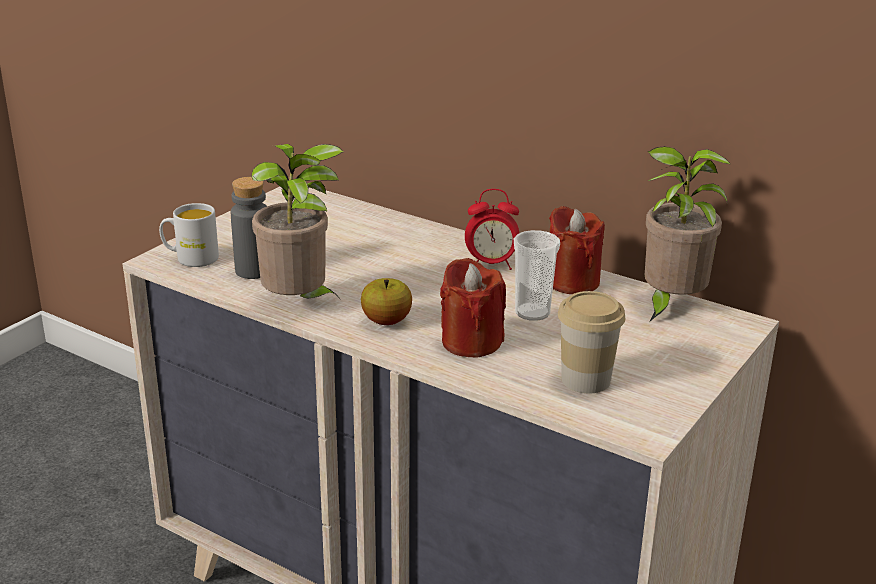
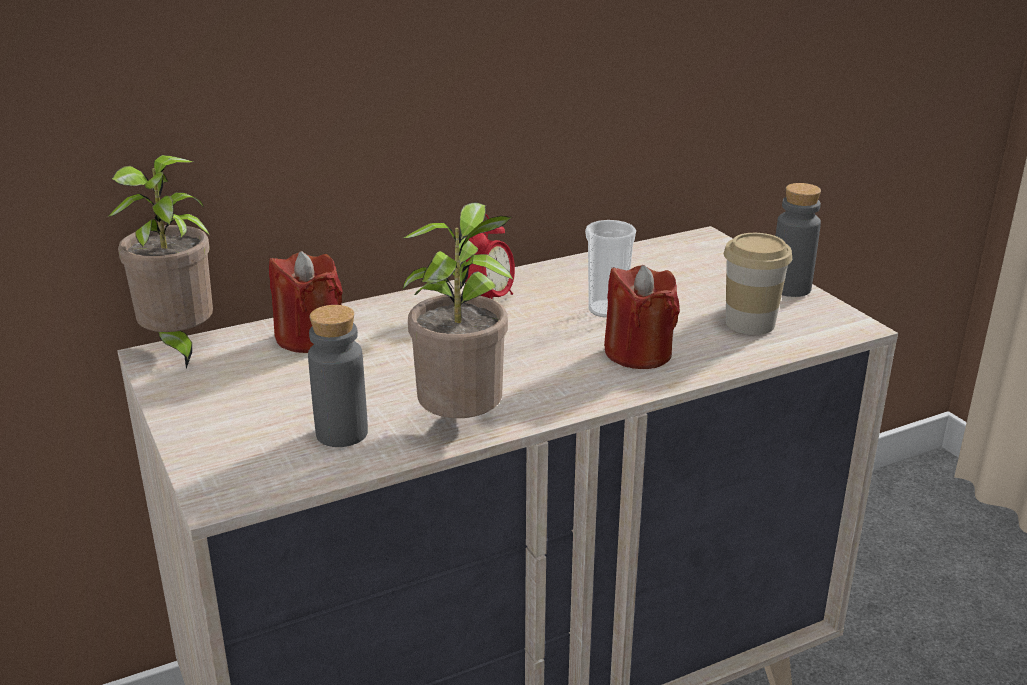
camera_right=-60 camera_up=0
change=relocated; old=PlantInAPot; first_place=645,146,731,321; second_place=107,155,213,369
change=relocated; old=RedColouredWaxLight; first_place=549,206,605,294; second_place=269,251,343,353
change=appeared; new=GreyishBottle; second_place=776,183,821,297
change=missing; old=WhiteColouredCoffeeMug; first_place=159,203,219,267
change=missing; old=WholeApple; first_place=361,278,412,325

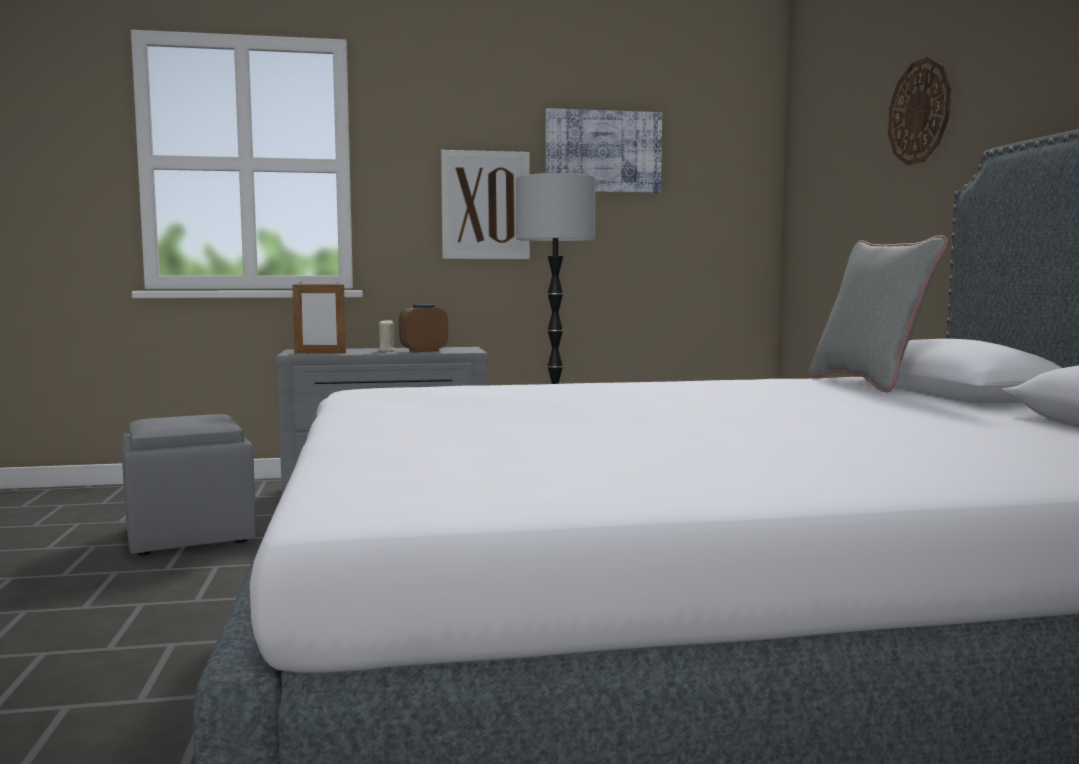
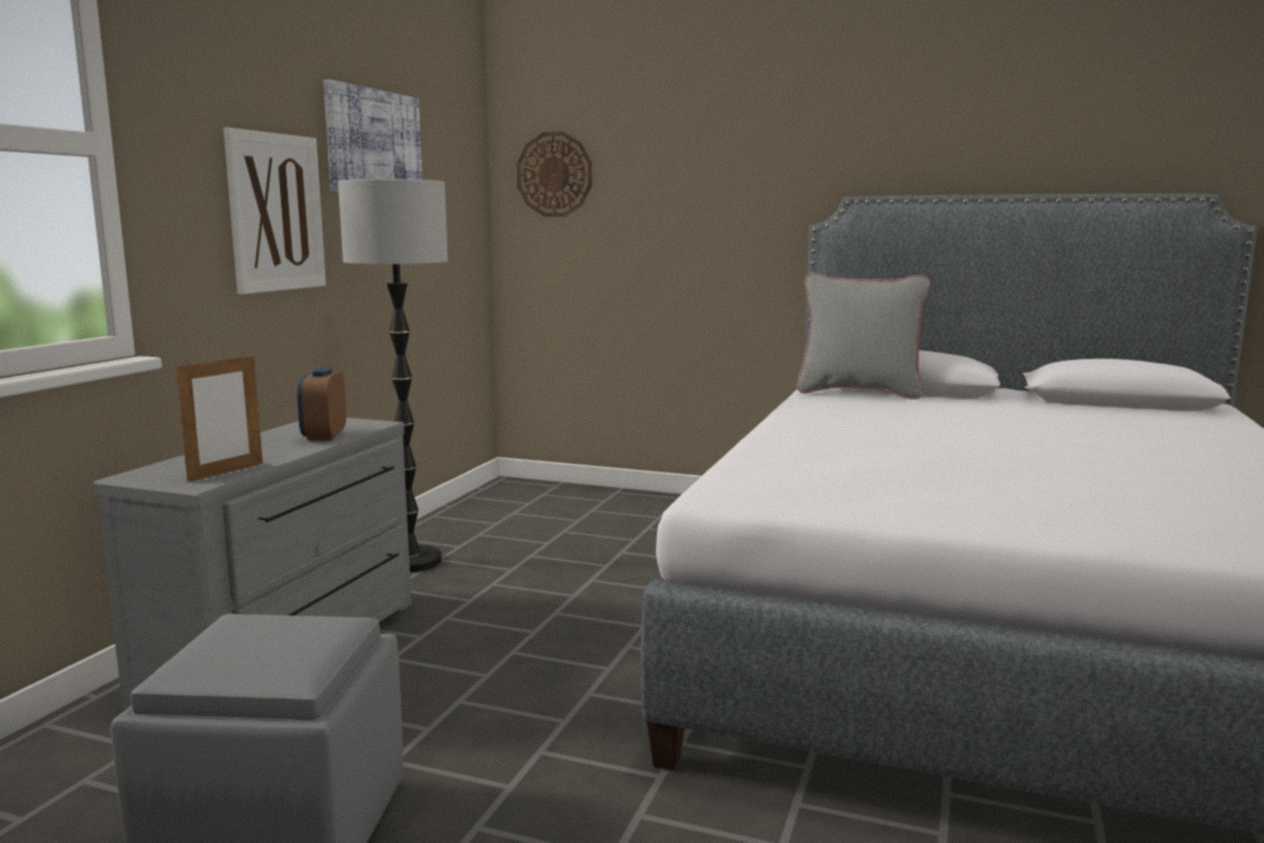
camera_right=-60 camera_up=5
change=relocated; old=ClockOnTheWall; first_place=888,57,951,165; second_place=516,132,592,217
change=missing; old=BeigeWaxLight; first_place=377,320,396,352

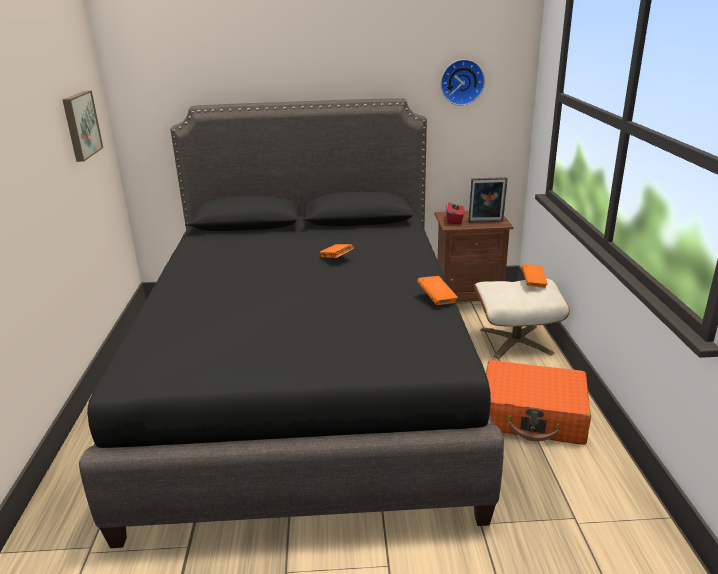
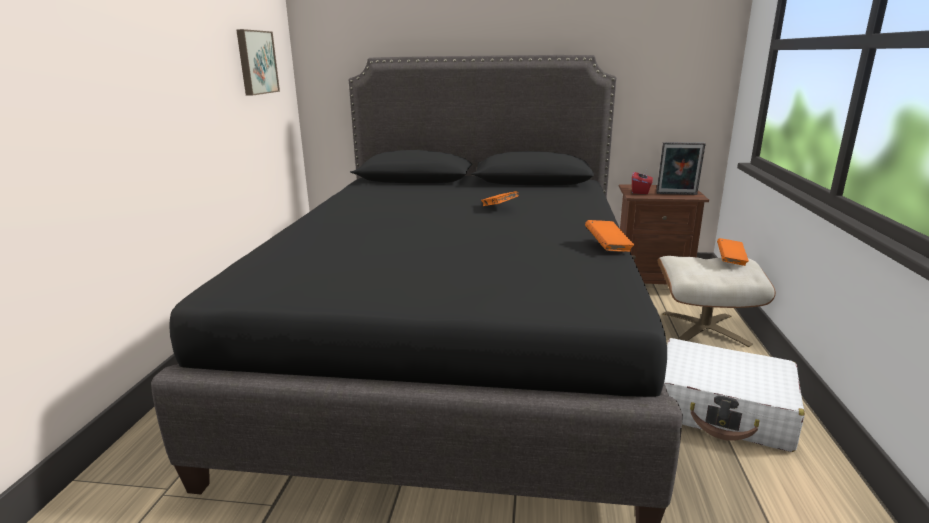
camera_right=10 camera_up=-5
change=colour; old=OrangeTravelCase; new=WhiteColouredTravelCase; first_place=486,360,591,445; second_place=664,338,805,452
change=missing; old=ClockOnTheWall; first_place=441,59,485,106

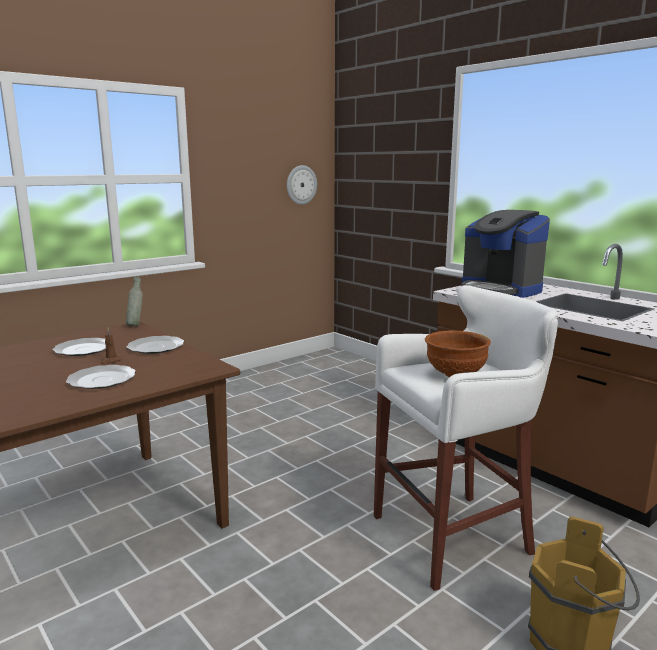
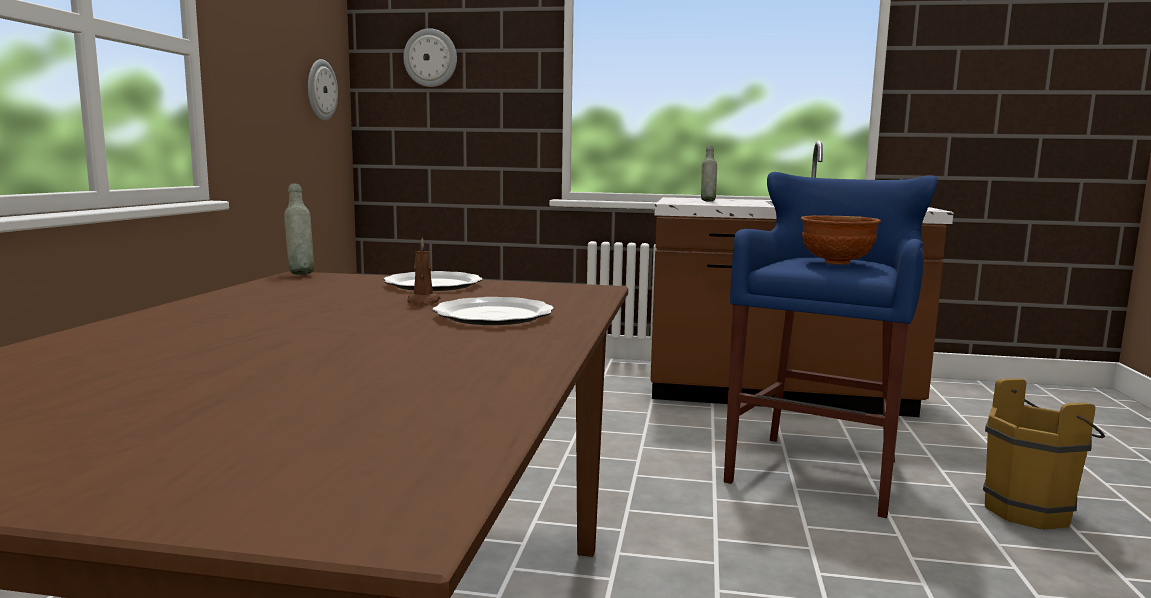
camera_right=-40 camera_up=-5
change=appeared; new=ClockOnTheWall; second_place=403,28,457,87
change=exchanged; old=CoffeeMachine; new=GreyishBottle; first_place=461,210,550,298; second_place=701,146,717,202
change=colour; old=WhiteColouredStoolSeat; new=BluishStoolSeat; first_place=374,285,558,591; second_place=724,172,937,518
change=missing; old=Plate; first_place=53,338,106,356

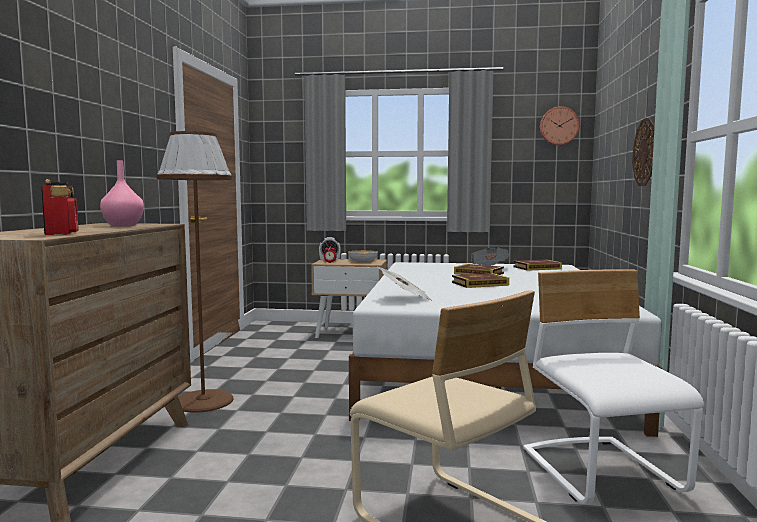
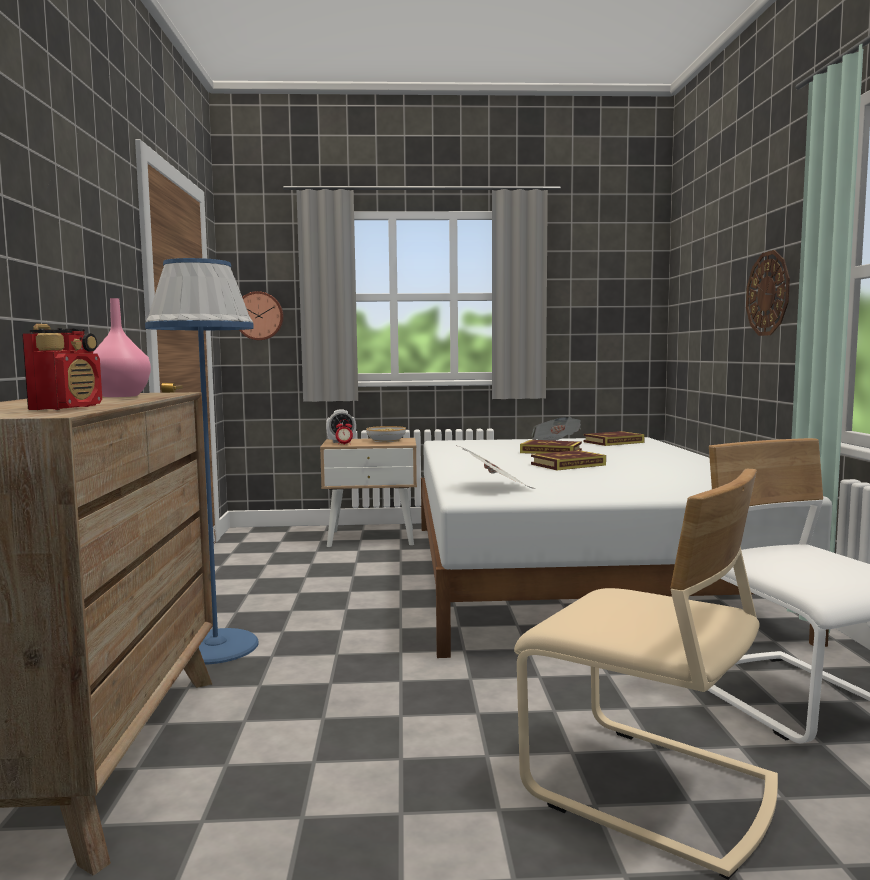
camera_right=-10 camera_up=0
change=spun; old=RadioSet; first_place=41,179,78,235; second_place=22,324,102,410; degrees=45
change=colour; old=BrownishStandingLamp; new=BluishStandingLamp; first_place=157,131,233,413; second_place=145,258,259,665
change=relocated; old=ClockOnTheWall; first_place=540,106,579,145; second_place=239,291,284,340

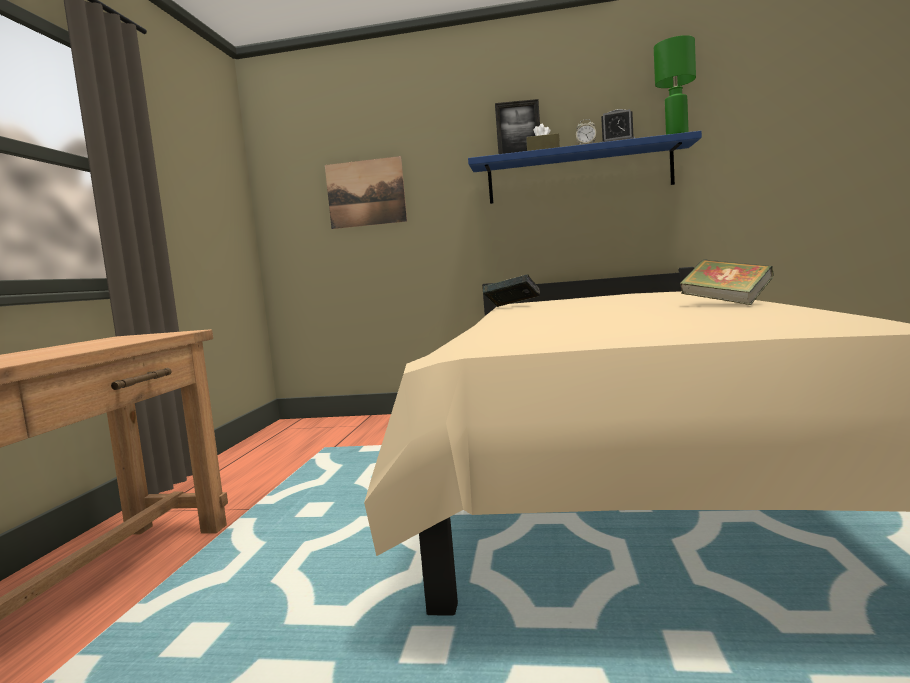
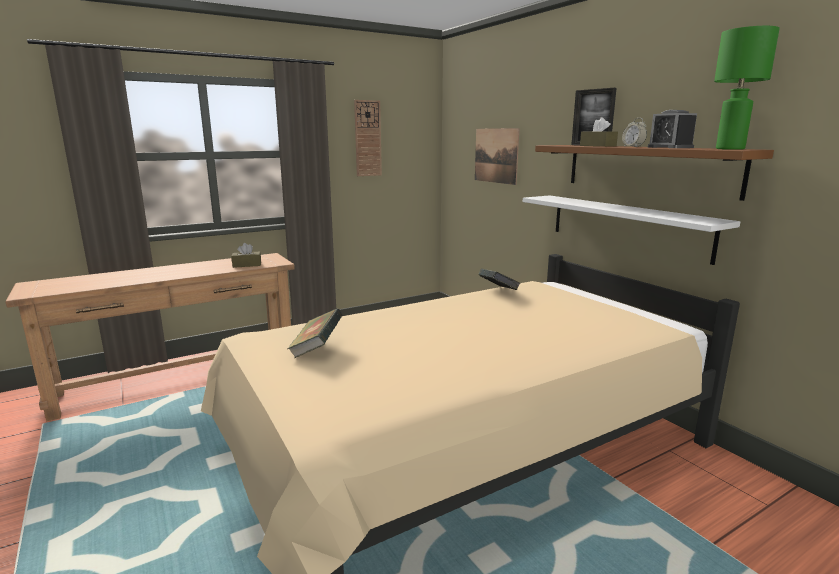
camera_right=50 camera_up=10
change=appeared; new=BrownishBoxOfTissues; second_place=231,243,261,268
change=relocated; old=BoundBook; first_place=680,259,774,305; second_place=287,308,343,358
change=appeared; new=ClockOnTheWall; second_place=354,100,382,176
change=appeared; new=WhiteColouredWallShelf; second_place=523,195,740,265
change=colour; old=BluishWallShelf; new=BrownishWallShelf; first_place=468,131,702,204; second_place=535,145,774,201

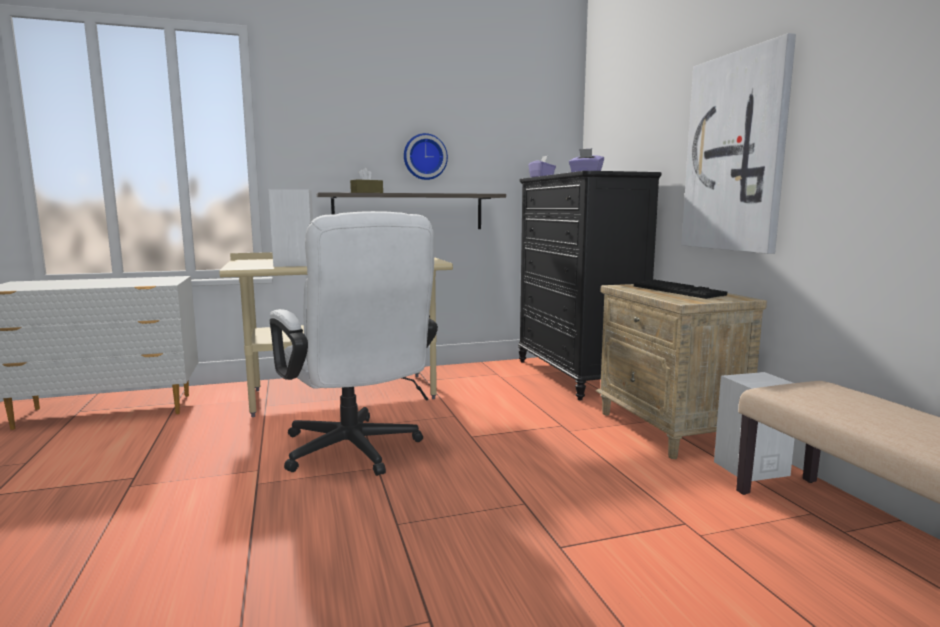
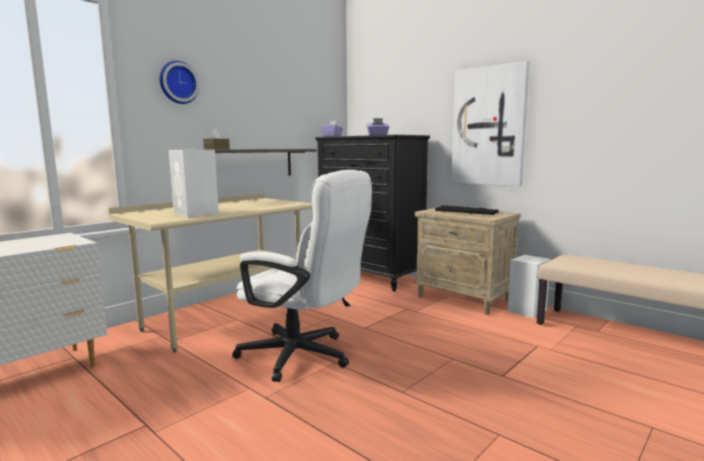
camera_right=-30 camera_up=0
change=relocated; old=ClockOnTheWall; first_place=404,133,448,180; second_place=159,61,199,104

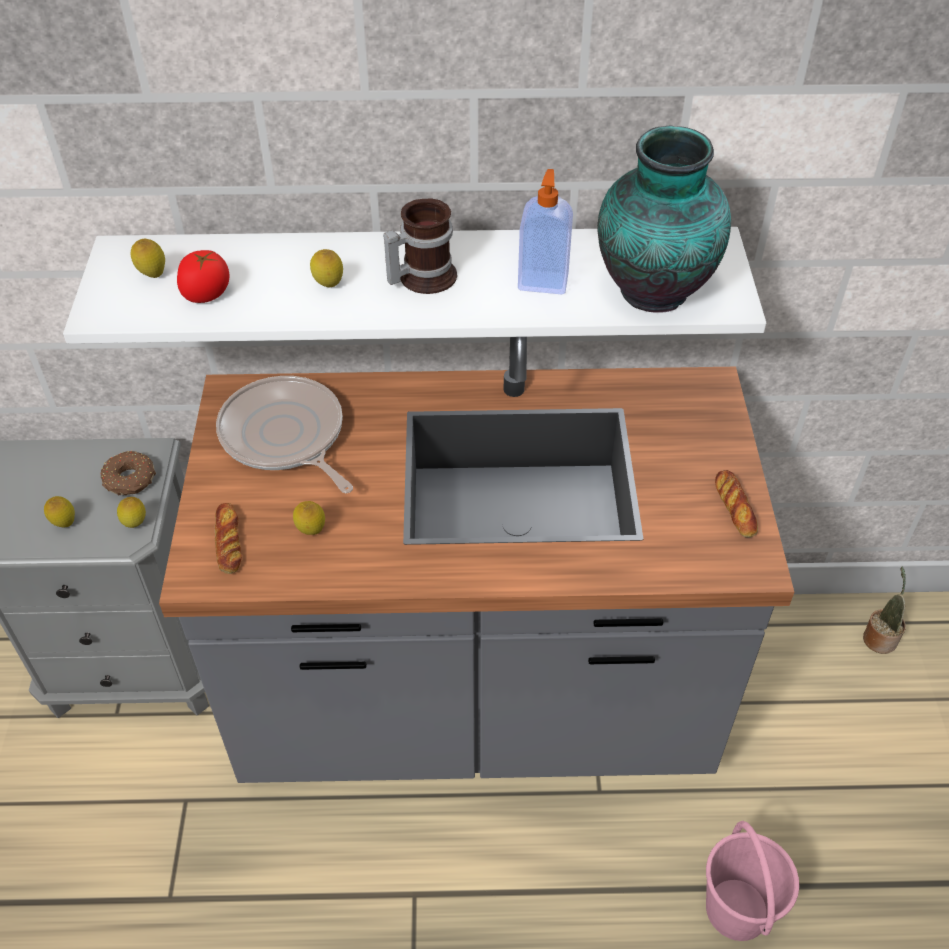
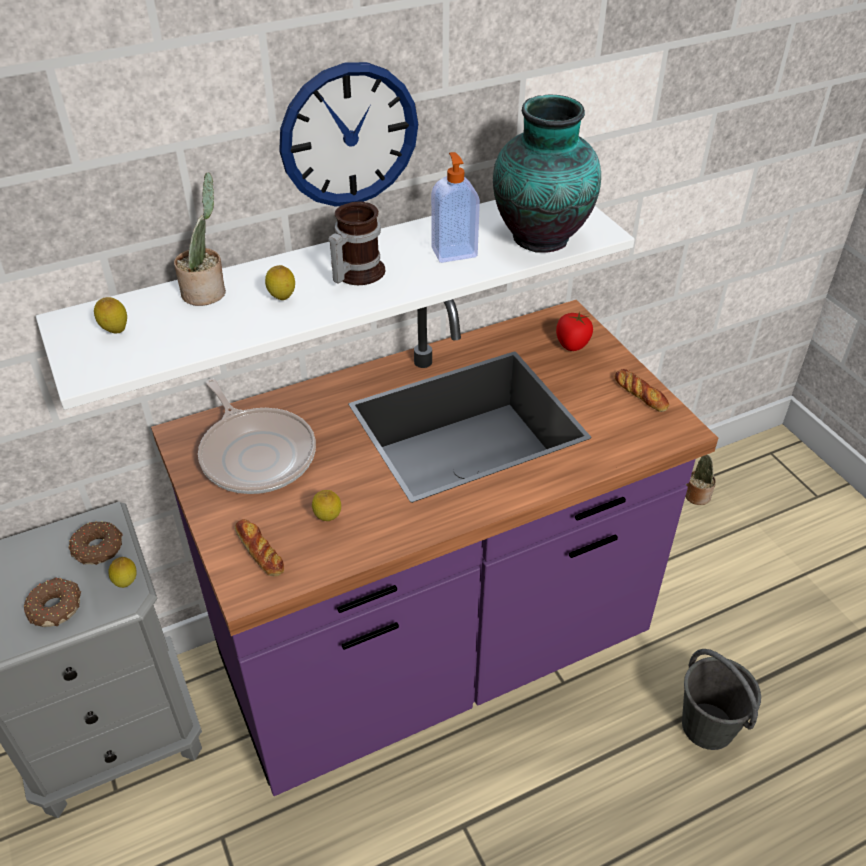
camera_right=-25 camera_up=-5
change=exchanged; old=Lemon; new=RingDoughnut; first_place=44,496,75,527; second_place=24,577,81,627
change=colour; old=GreyishKitchenBaseUnit; new=PurpleColouredKitchenBaseUnit; first_place=159,337,794,783; second_place=151,299,718,796
change=appeared; new=PlantInAPot; second_place=174,172,226,306
change=spun; old=Skillet; first_place=216,376,353,493; second_place=198,378,316,494; degrees=-150
change=appeared; new=ClockOnTheWall; second_place=279,62,418,207
change=relocated; old=WholeTomato; first_place=177,250,229,303; second_place=556,312,593,351
change=colour; old=PinkColouredWaterBucket; new=GreyishWaterBucket; first_place=706,821,799,941; second_place=682,649,761,750

